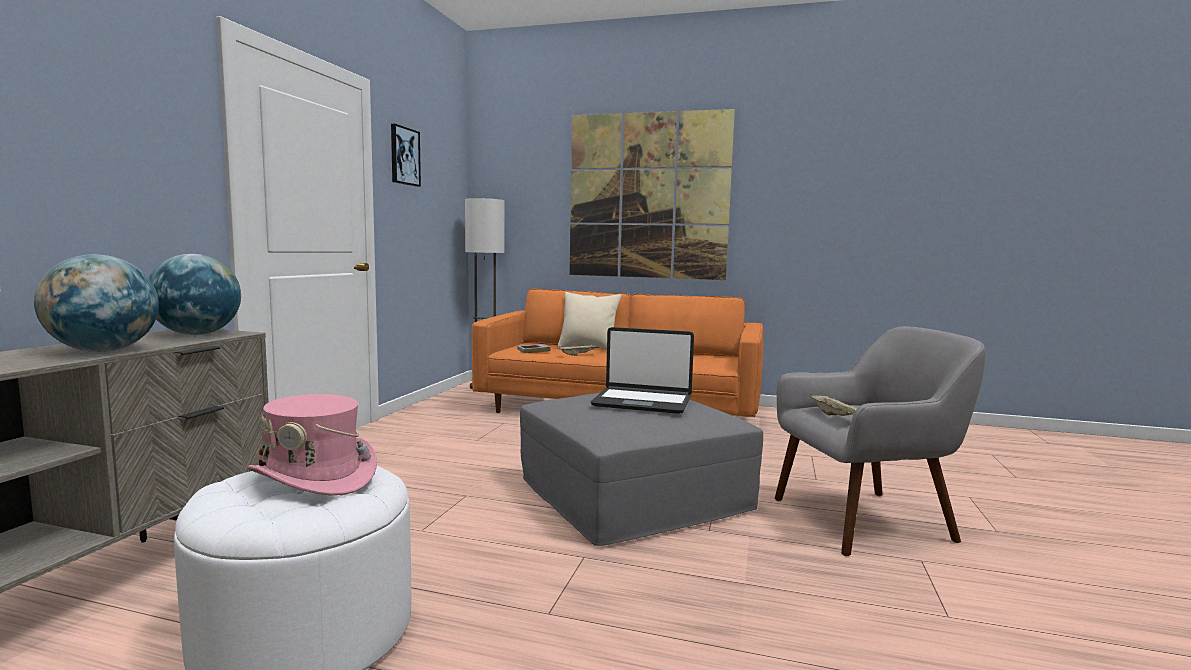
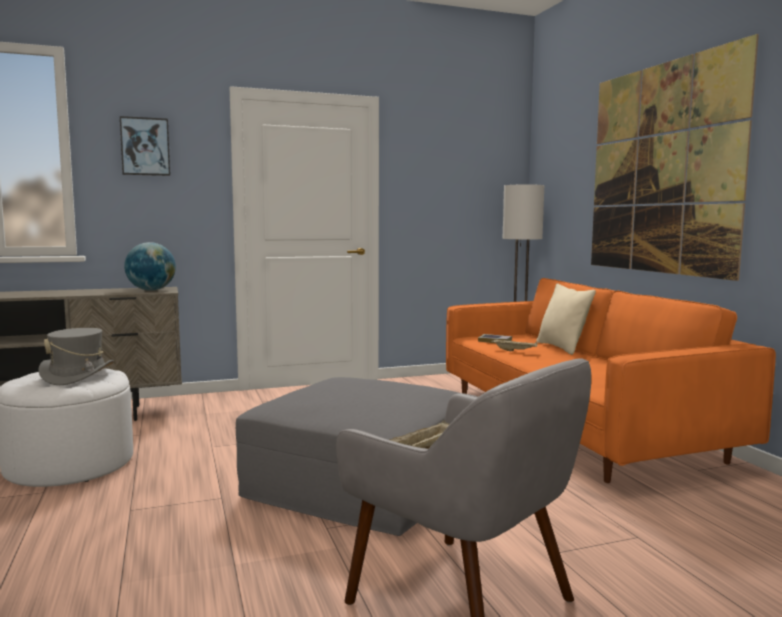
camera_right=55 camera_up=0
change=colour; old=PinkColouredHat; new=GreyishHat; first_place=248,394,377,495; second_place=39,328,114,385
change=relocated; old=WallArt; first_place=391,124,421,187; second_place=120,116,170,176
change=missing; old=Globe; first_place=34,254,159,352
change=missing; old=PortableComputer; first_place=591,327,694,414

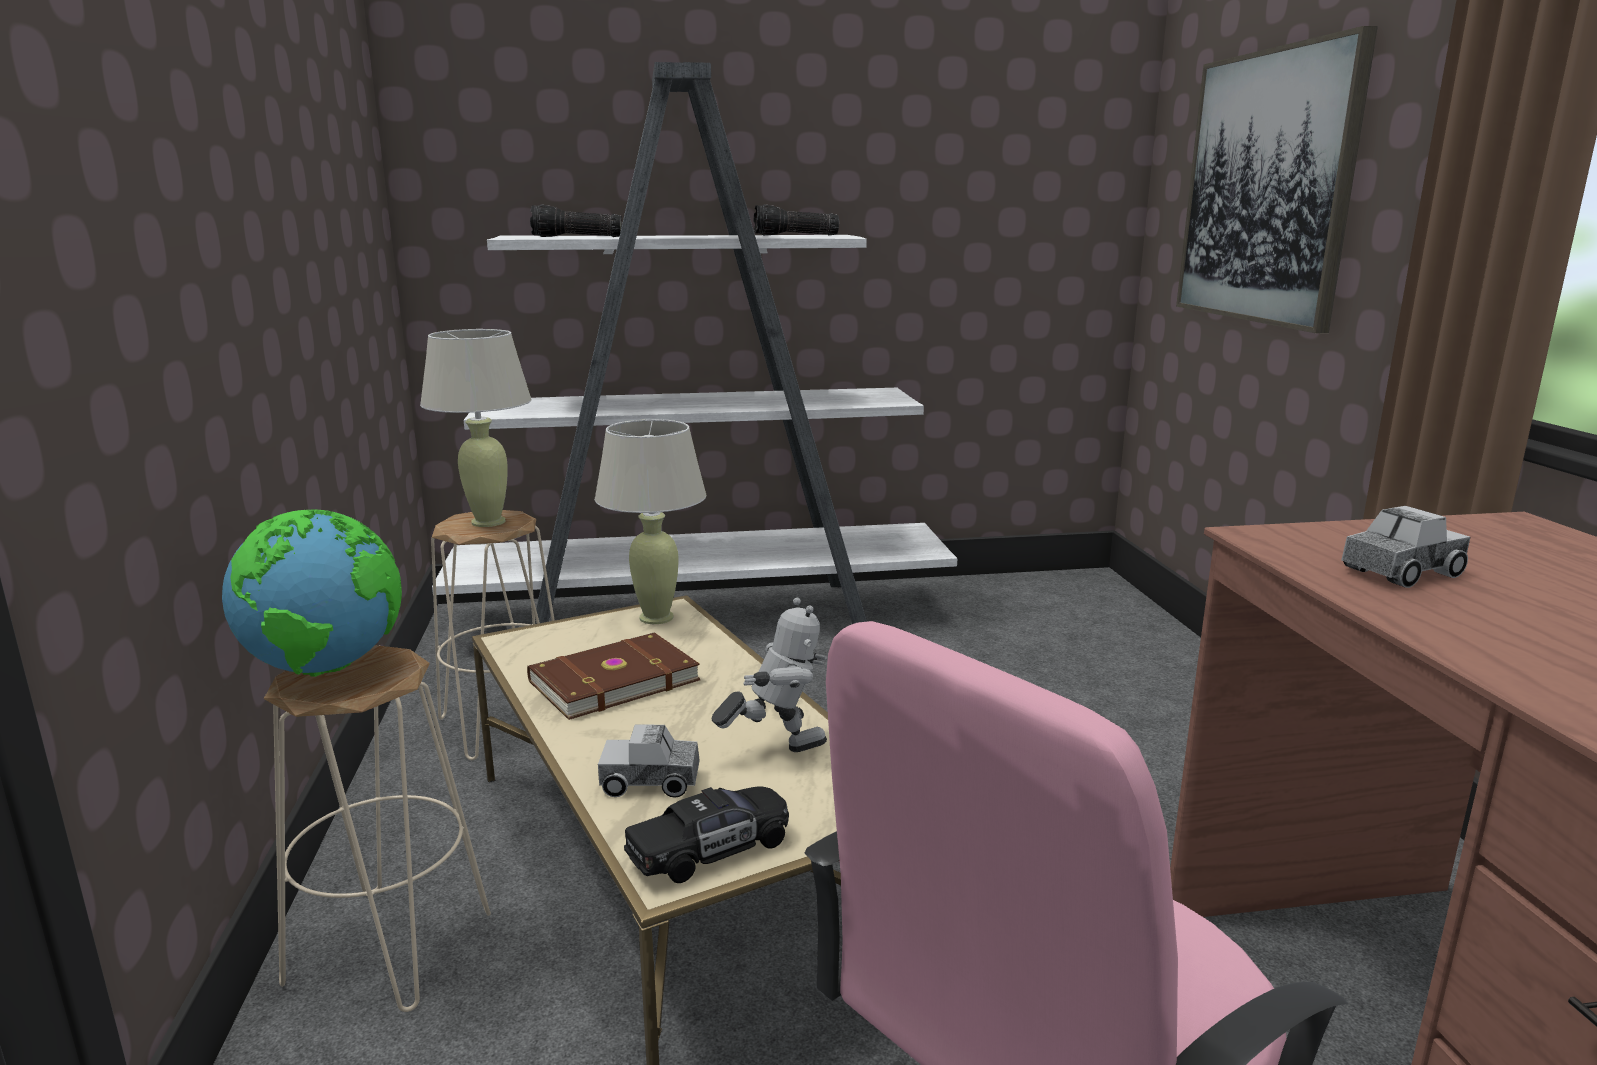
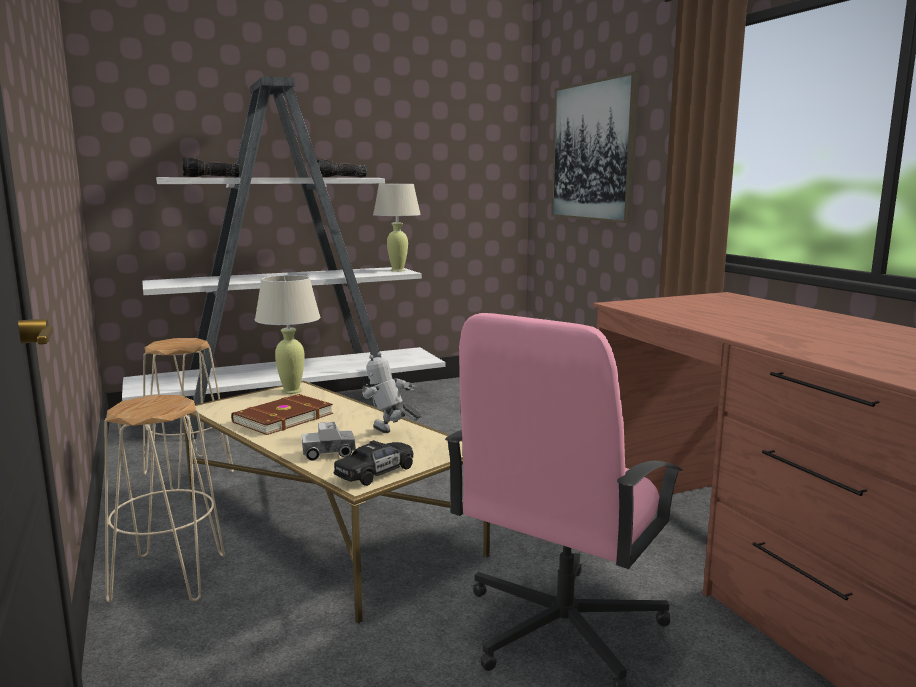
camera_right=-15 camera_up=-5
change=spun; old=ModelRobot; first_place=712,597,827,752; second_place=362,352,422,433; degrees=-105
change=relocated; old=BeigeLampForATable; first_place=420,329,532,527; second_place=373,184,421,272
change=missing; old=Globe; first_place=222,509,402,677
change=missing; old=ToyLorry; first_place=1341,506,1470,588

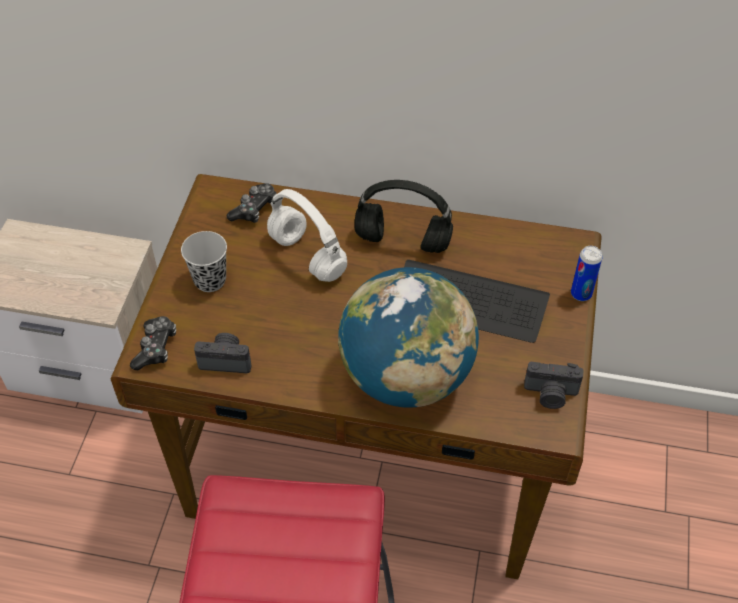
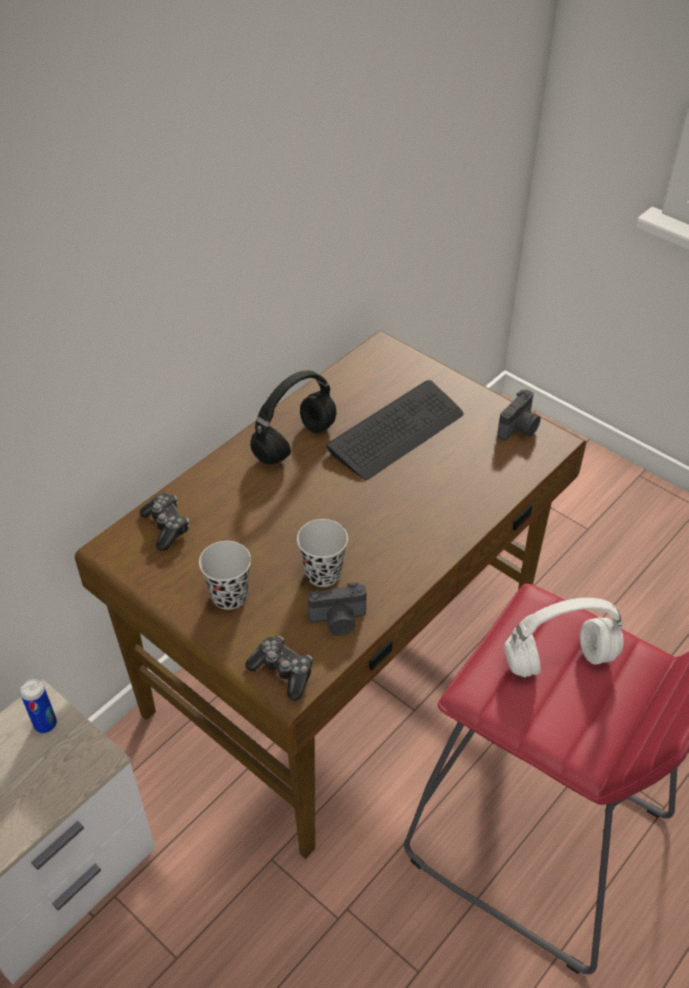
camera_right=-60 camera_up=-5
change=relocated; old=SealedCan; first_place=571,246,602,301; second_place=20,679,57,733
change=appeared; new=BlackishCup; second_place=297,519,348,587
change=spun; old=PhotoCamera; first_place=194,333,251,373; second_place=308,582,366,636; degrees=-135
change=relocated; old=WhiteColouredHeadphones; first_place=267,189,347,282; second_place=504,598,624,677
change=missing; old=Globe; first_place=338,267,479,408

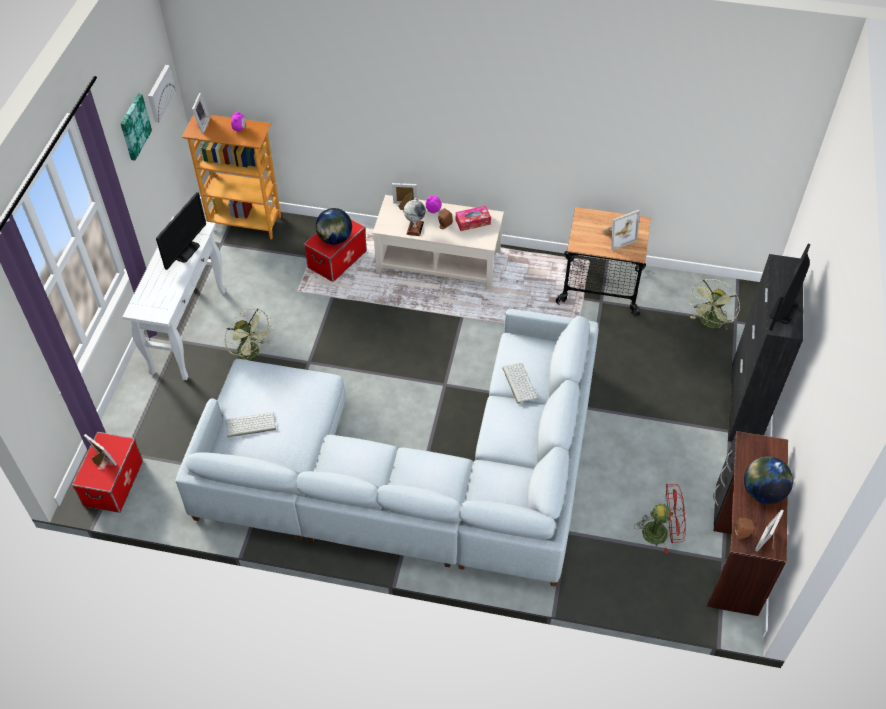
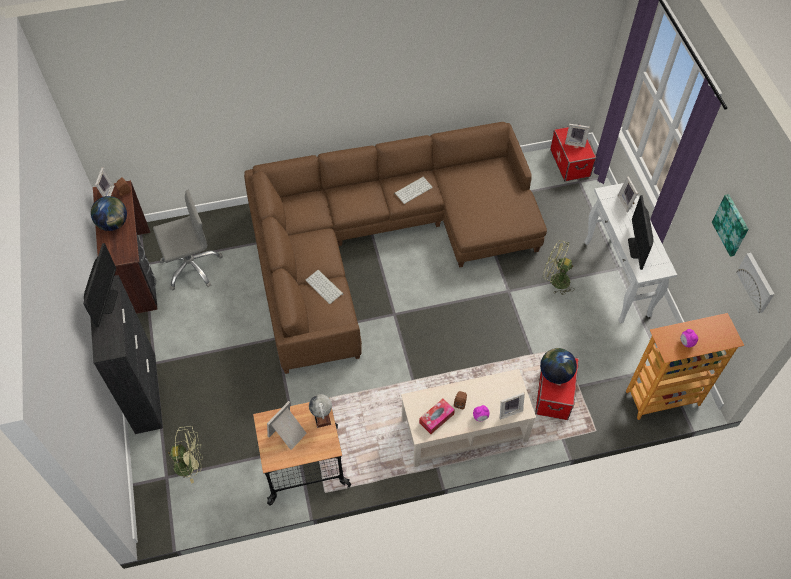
camera_right=155 camera_up=5
change=exchanged; old=RedColouredCoolingFan; new=GreyishComputerChair; first_place=634,483,686,554; second_place=153,190,223,290
change=spun; old=GreenishCoolingFan; first_place=688,279,740,330; second_place=167,426,203,484; degrees=75
change=colour; old=GreyishSettee; new=BrownishSettee; first_place=175,309,599,587; second_place=244,122,547,374
change=relocated; old=Globe; first_place=404,198,426,236; second_place=309,394,332,428
change=relocated; old=ComputerKeyboard; first_place=226,412,276,437; second_place=394,177,433,204
change=relocated; old=StandingFrame; first_place=192,93,211,134; second_place=617,176,638,212

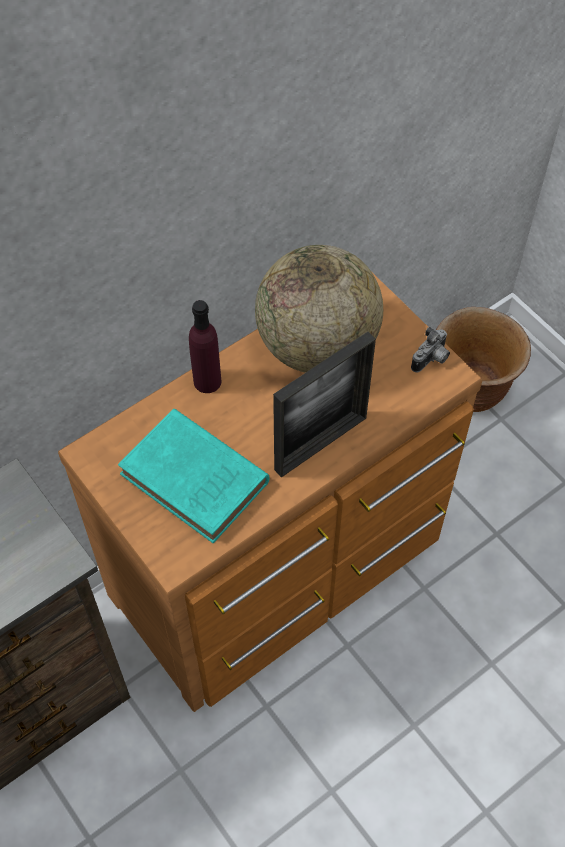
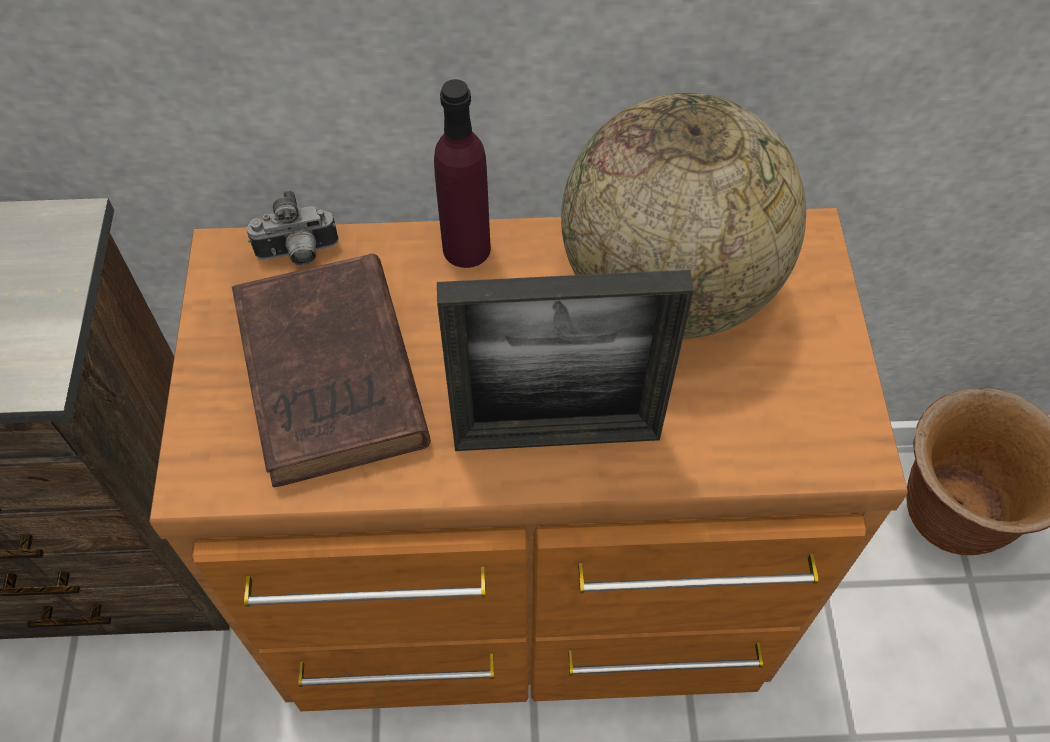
camera_right=35 camera_up=0
change=colour; old=TurquoiseBoundBook; new=BrownishBoundBook; first_place=118,409,269,543; second_place=232,254,431,487
change=relocated; old=PhotoCamera; first_place=411,327,450,372; second_place=247,190,339,265

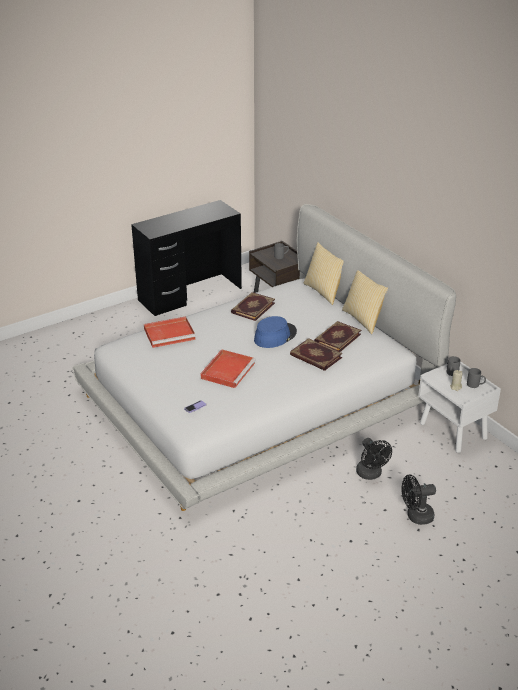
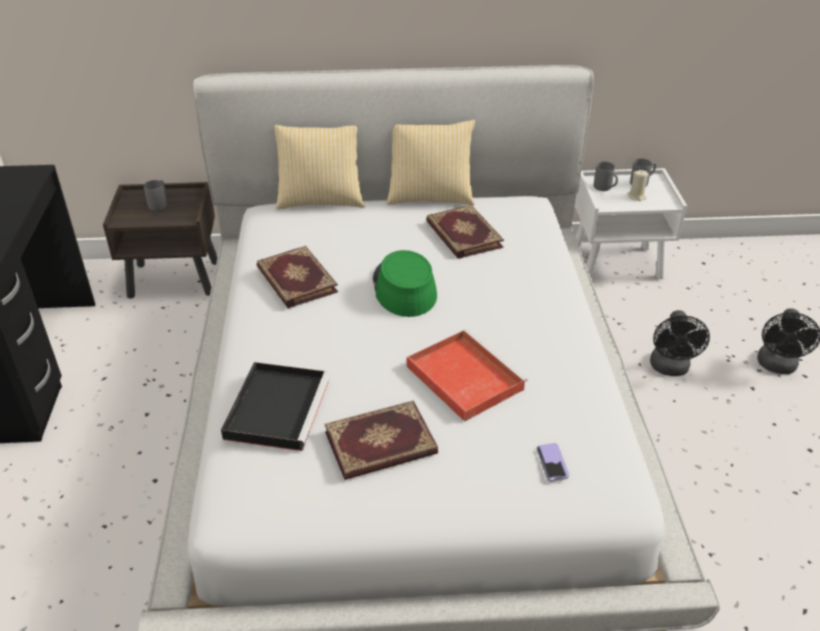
camera_right=-60 camera_up=5
change=colour; old=RedColouredTray; new=BlackishTray; first_place=144,316,196,348; second_place=221,362,330,451
change=relocated; old=BoundBook; first_place=290,338,343,371; second_place=325,400,438,480
change=colour; old=BluishHat; new=GreenishHat; first_place=254,316,297,348; second_place=373,250,437,317
change=spun; old=BlackishCoolingFan; first_place=356,438,392,480; second_place=650,310,710,376; degrees=90

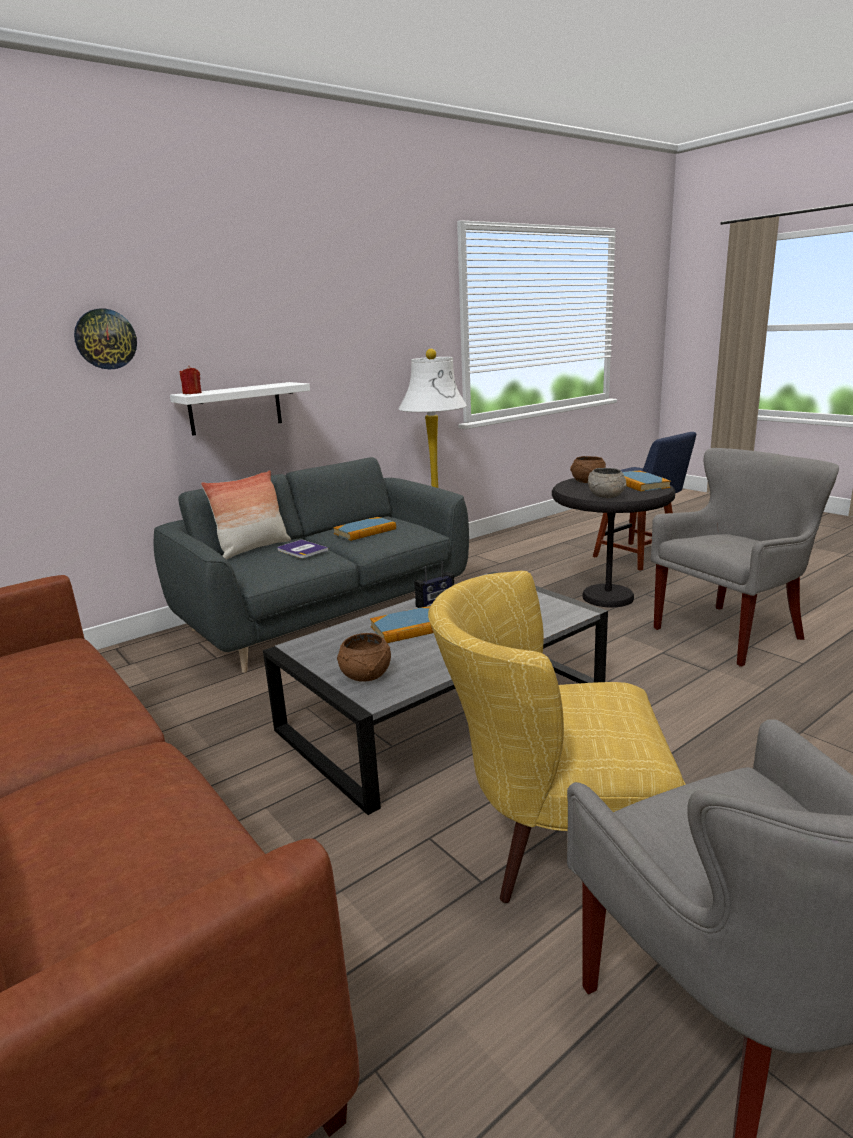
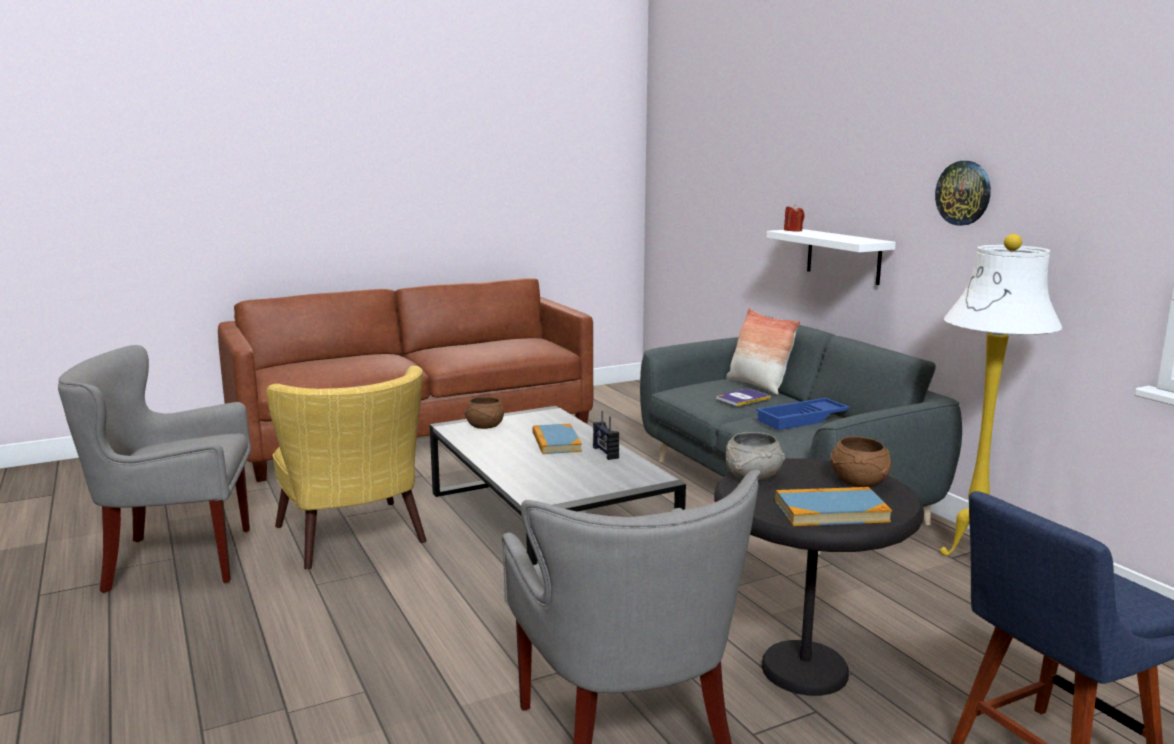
camera_right=100 camera_up=-5
change=spun; old=YellowArmchair; first_place=428,571,686,903; second_place=266,366,427,570; degrees=135
change=exchanged; old=BoundBook; new=BluishTray; first_place=333,517,396,541; second_place=756,398,850,430
change=relocated; old=ClockOnTheWall; first_place=74,308,137,370; second_place=935,161,991,226

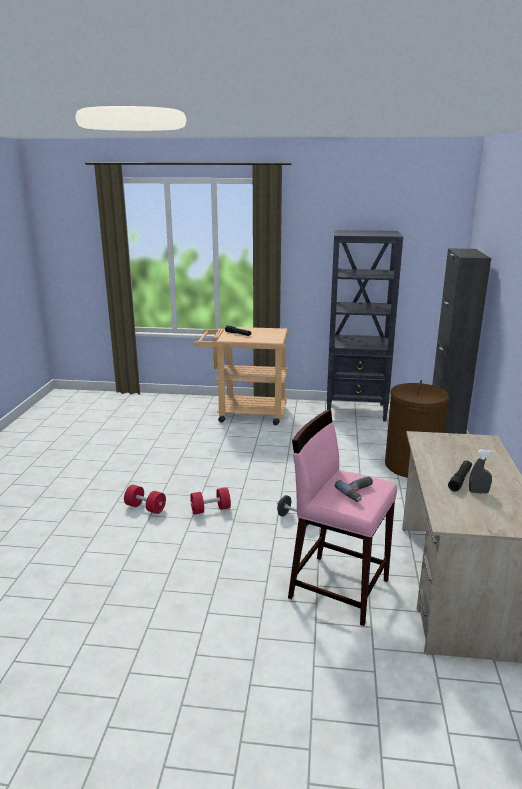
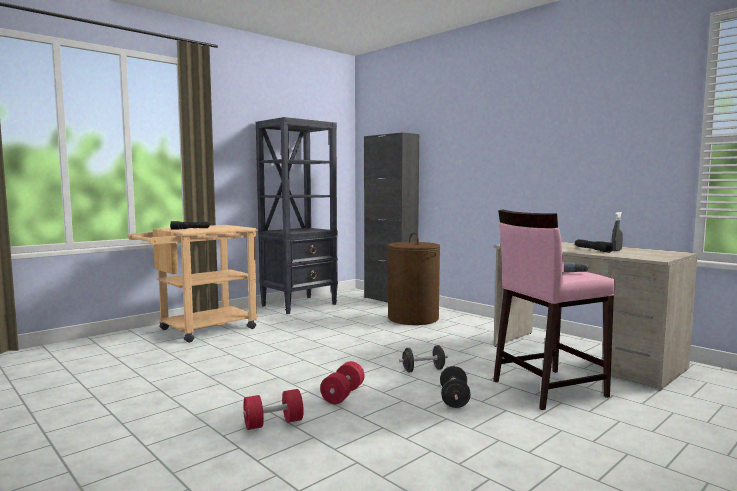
camera_right=-50 camera_up=-15
change=appeared; new=BlackishHandWeight; second_place=440,366,471,408

